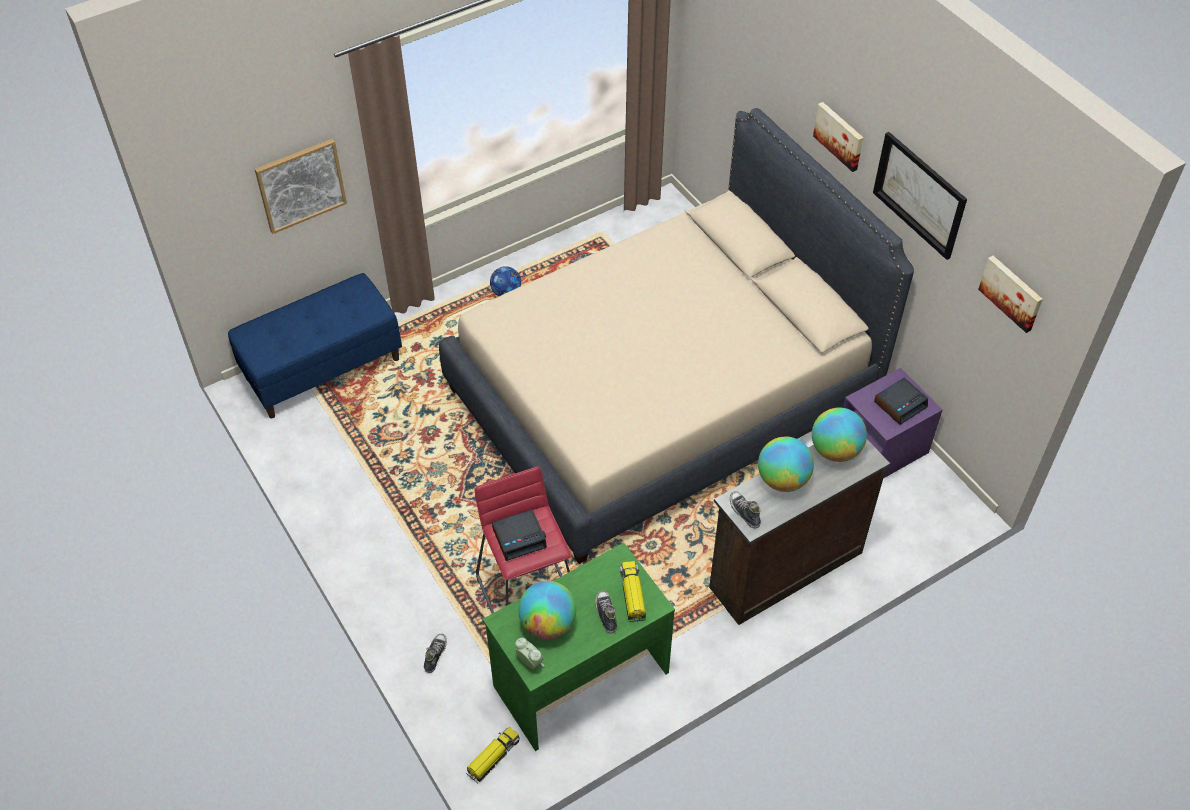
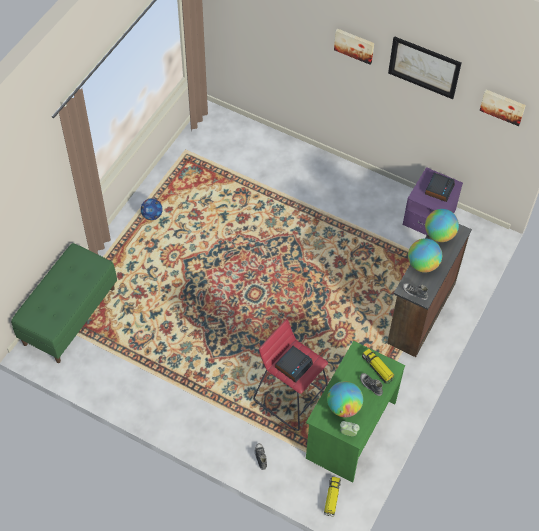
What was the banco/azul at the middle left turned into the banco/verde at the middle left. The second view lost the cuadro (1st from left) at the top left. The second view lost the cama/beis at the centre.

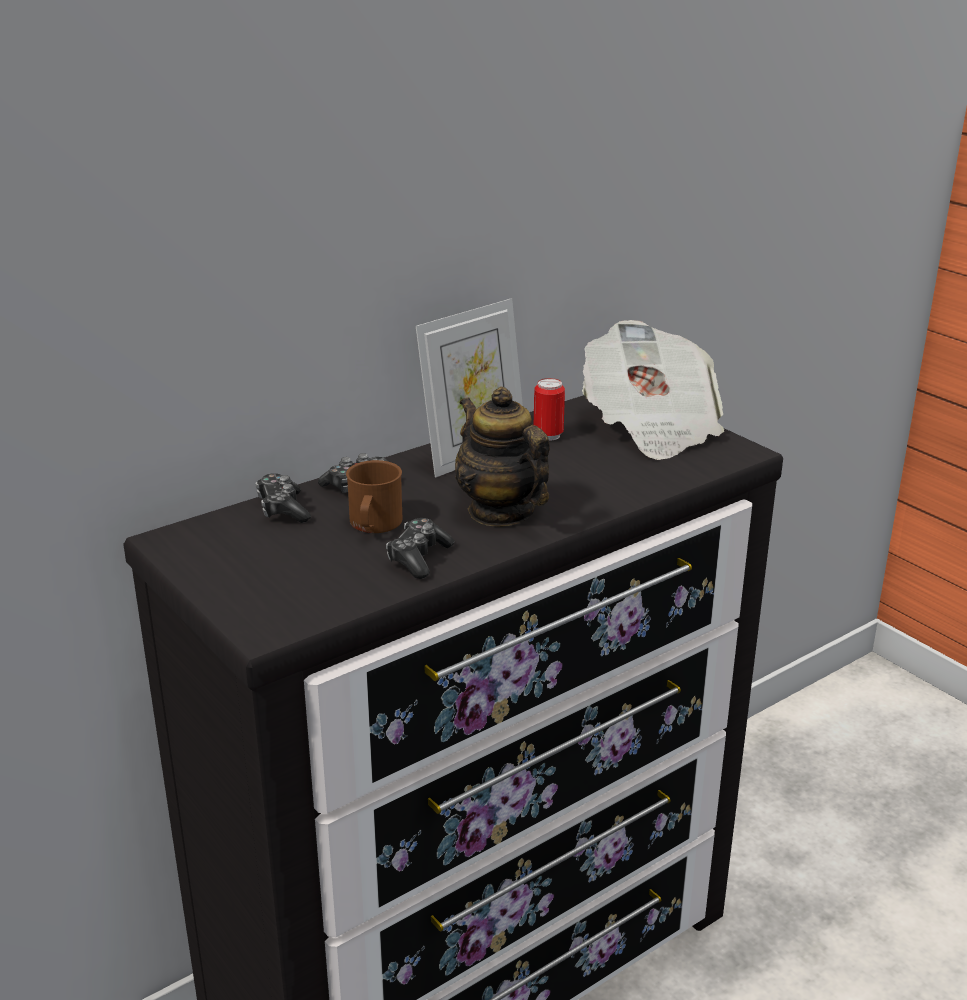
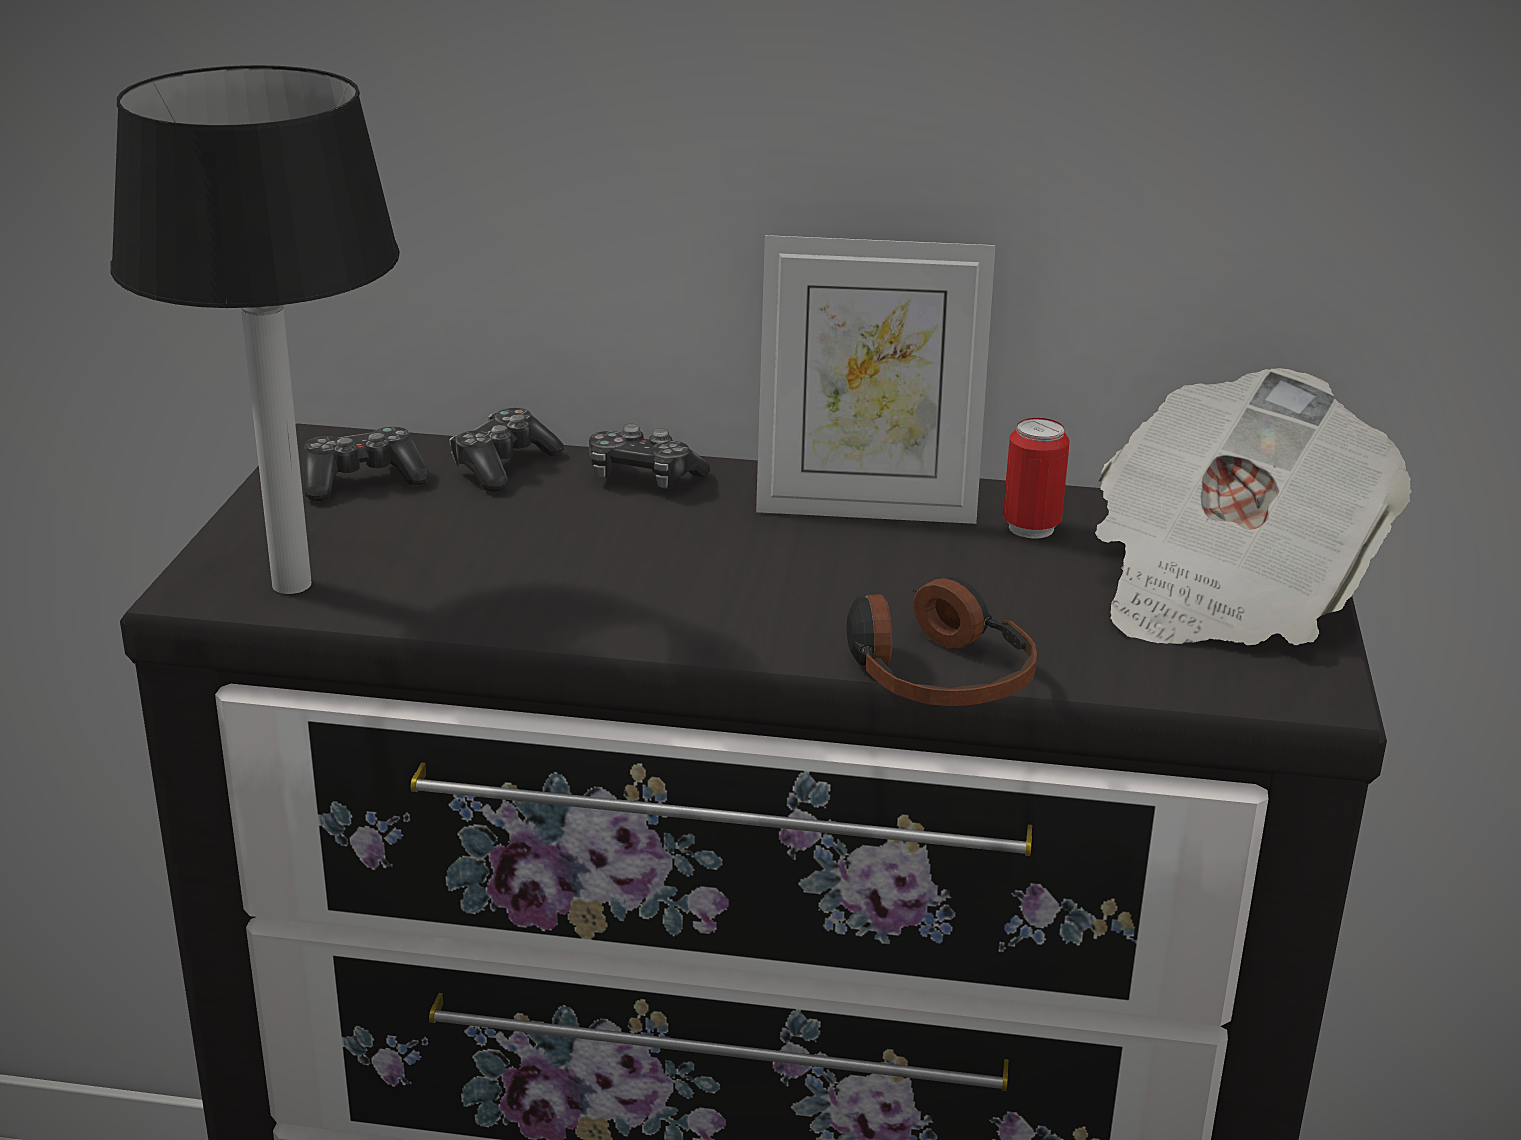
The second view gained the lámpara de mesa at the top left. The mando de consola (3rd from left in the first image) ended up elsewhere, having gone from the centre to the middle left. The second view gained the auriculares at the centre. The second view lost the taza grande/marrón at the centre. The second view lost the tetera at the centre.

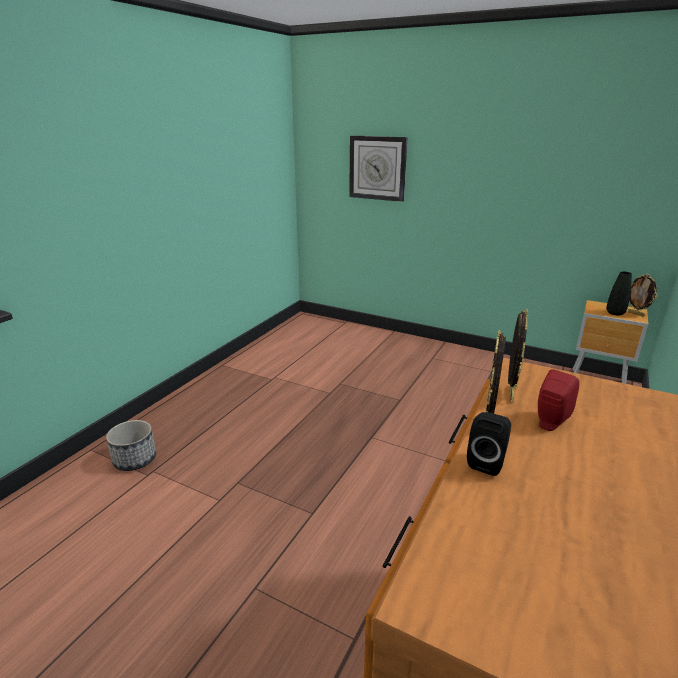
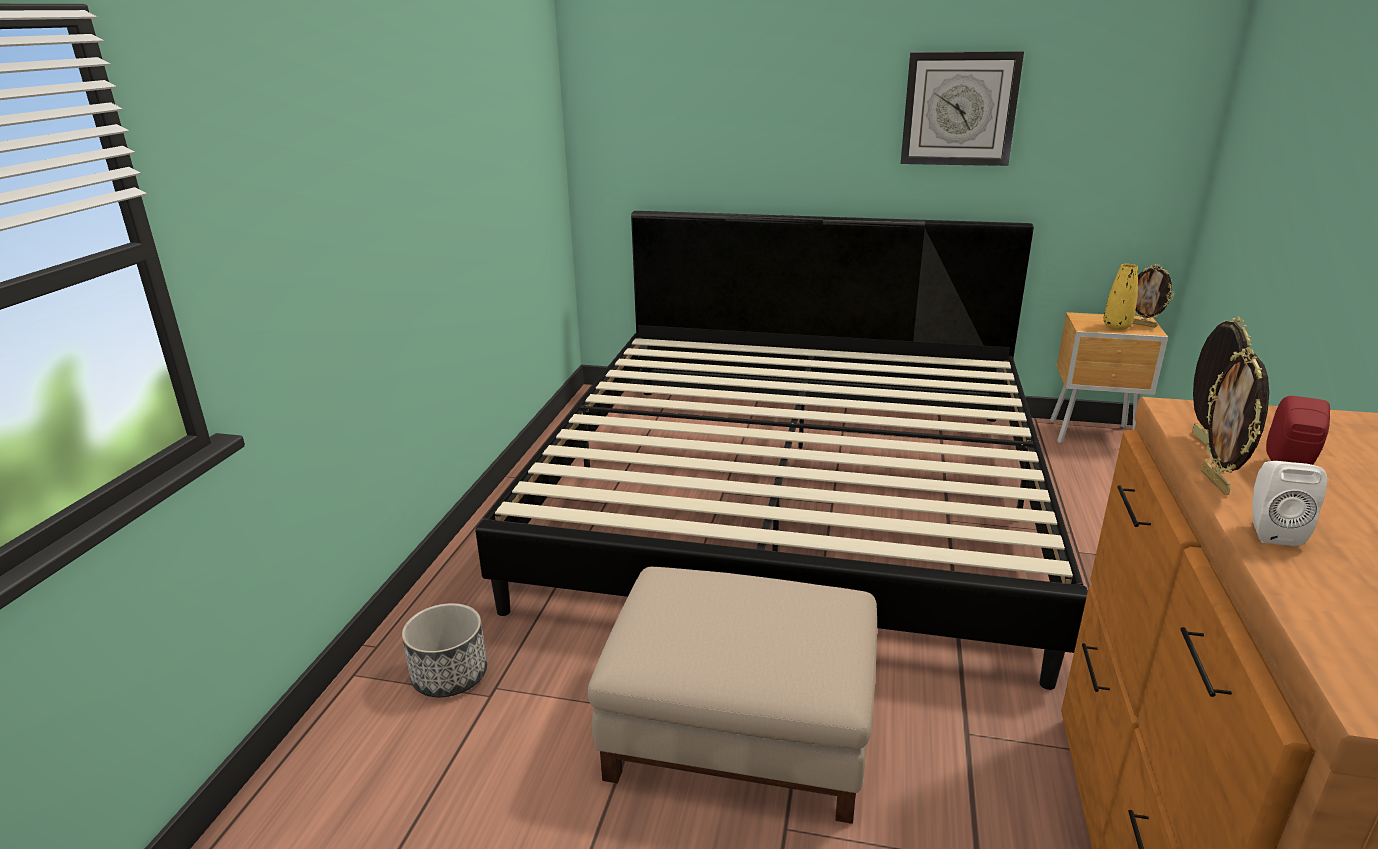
The second view gained the cama at the centre. The second view gained the puf/beis at the bottom centre. The reloj de pared ended up elsewhere, having gone from the top centre to the top right. What was the florero/negro at the middle right turned into the florero/amarillo at the middle right. What was the altavoz/negro at the middle right turned into the altavoz/blanco at the middle right.

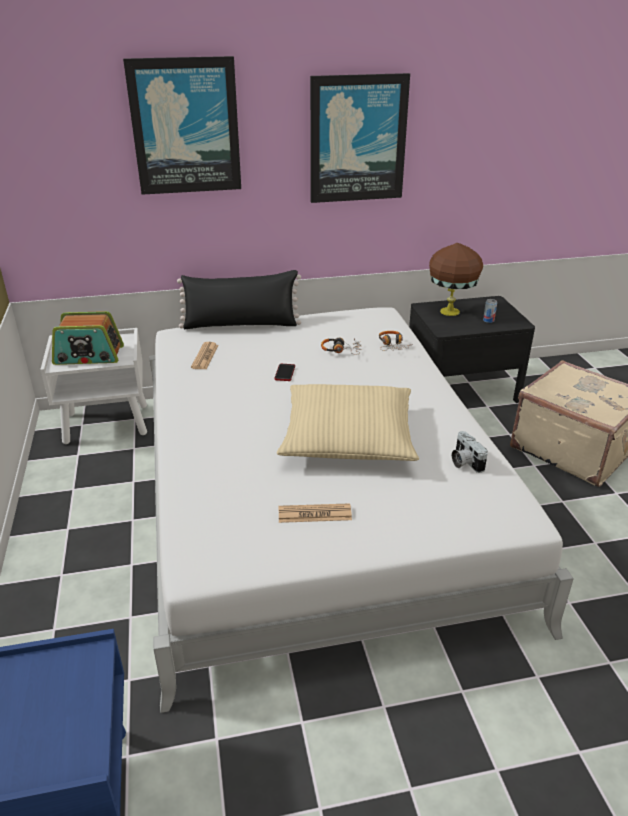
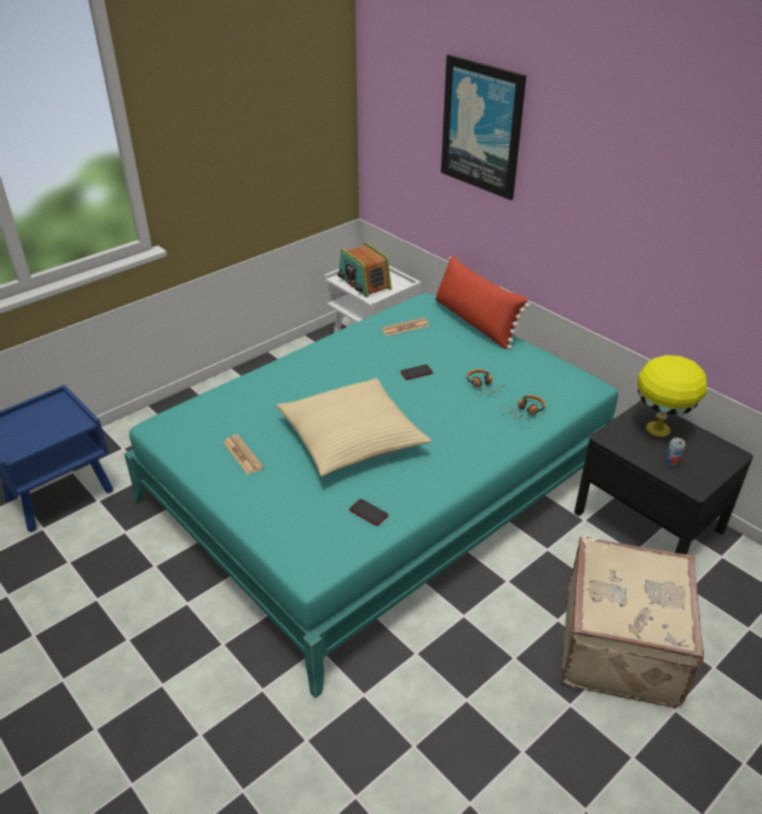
What was the cama/blanco at the centre turned into the cama/turquesa at the centre. Where the cámara stood at the middle right, the móvil (1st from left) came to stand at the centre. What was the cojín/negro at the centre turned into the cojín/rojo at the centre. What was the lámpara de mesa/marrón at the middle right turned into the lámpara de mesa/amarillo at the middle right. The second view lost the cuadro (2nd from left) at the top centre.

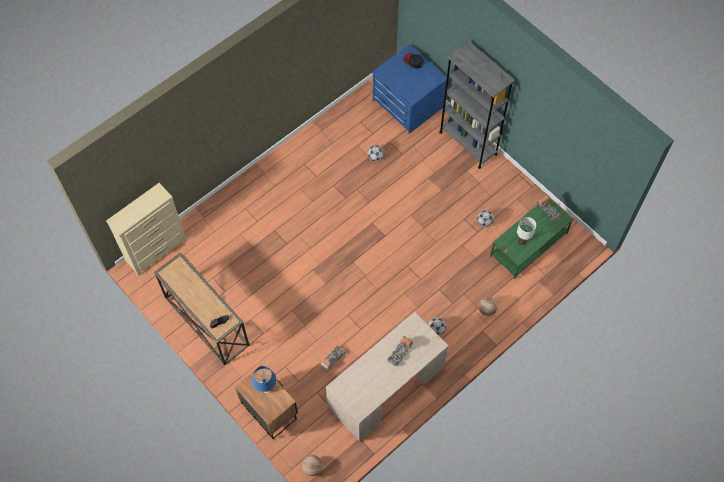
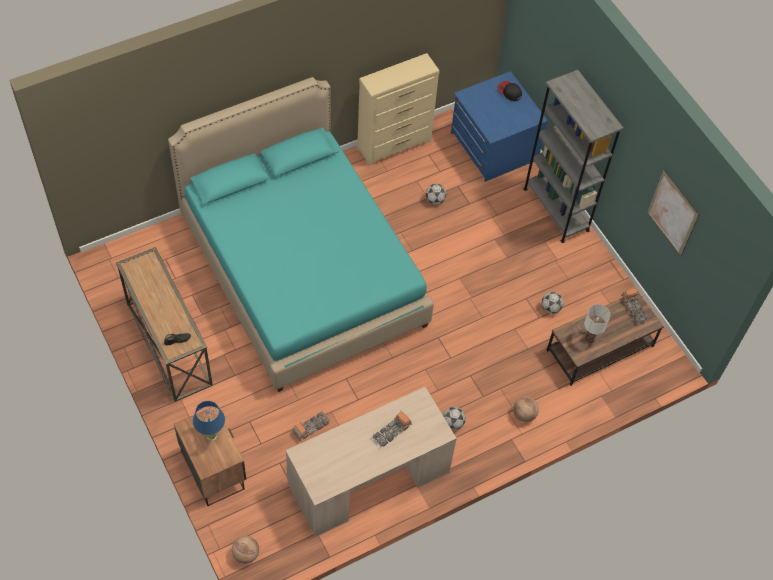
The second view gained the cama/turquesa at the centre. The cómoda/beis ended up elsewhere, having gone from the middle left to the top centre. What was the mesa de centro/verde at the middle right turned into the mesa de centro/marrón at the middle right. The second view gained the cuadro at the middle right.

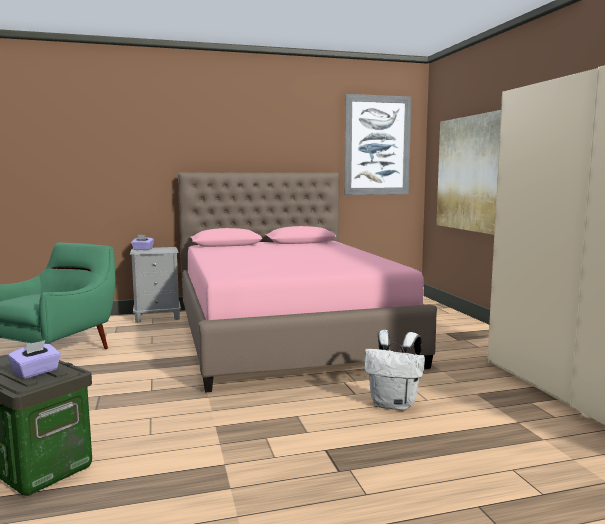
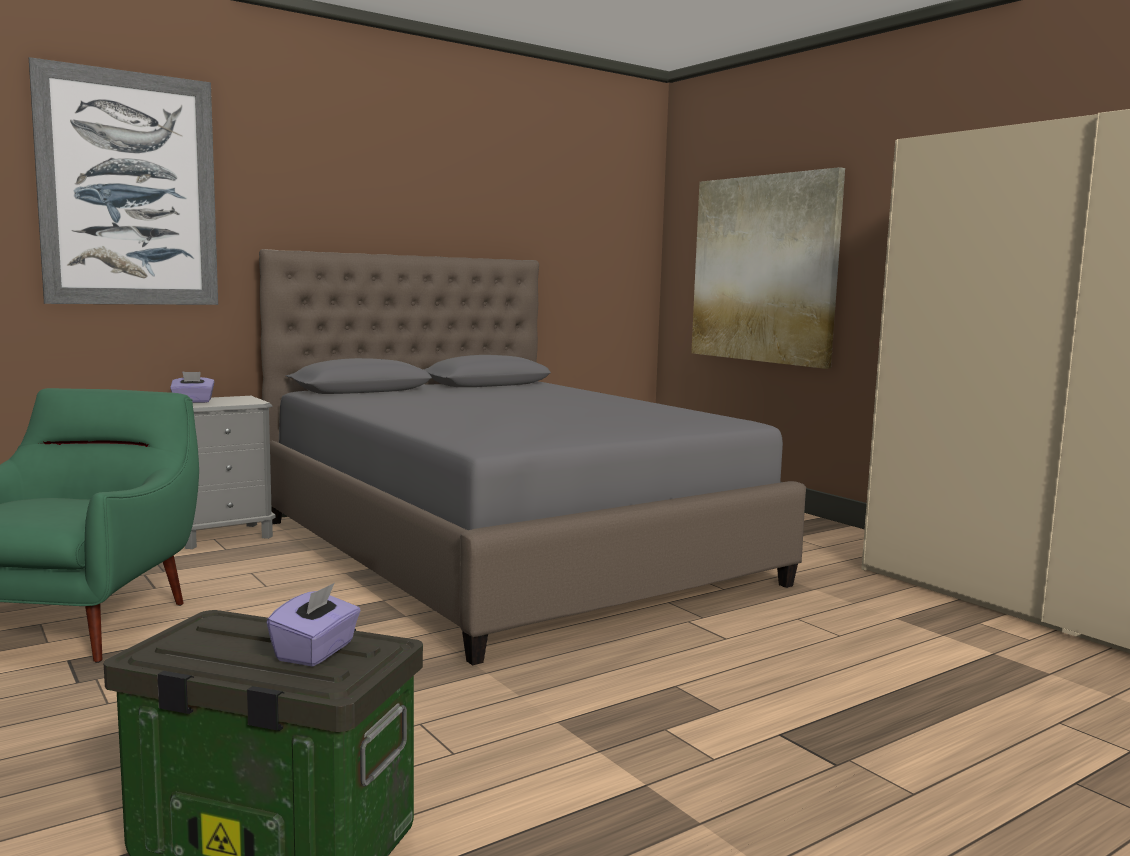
The cuadro (1st from left) ended up elsewhere, having gone from the top centre to the top left. What was the cama/rosa at the centre turned into the cama/gris at the centre. The second view lost the mochila/blanco at the bottom centre.

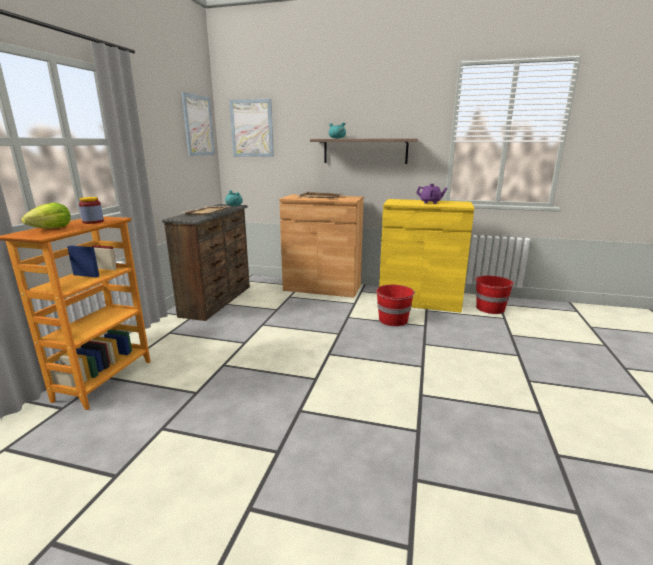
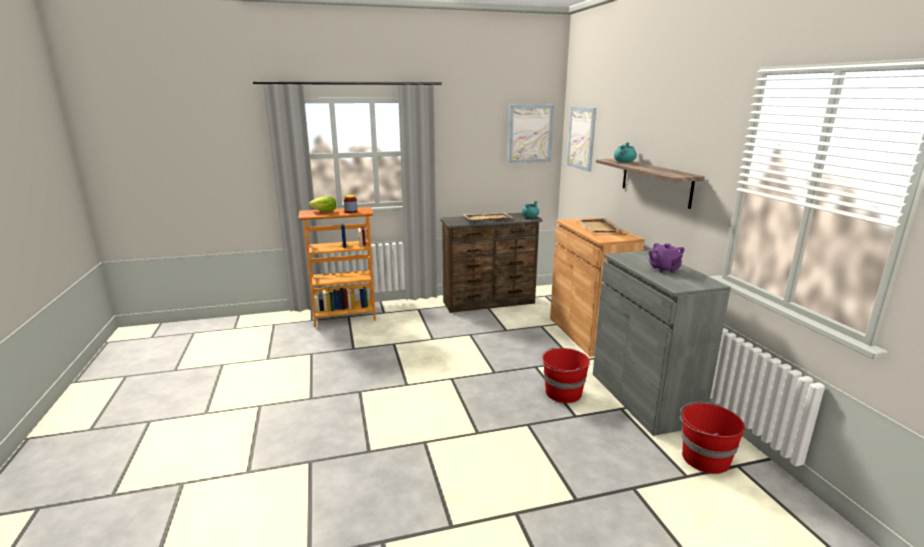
What was the armario/amarillo at the centre turned into the armario/gris at the middle right.

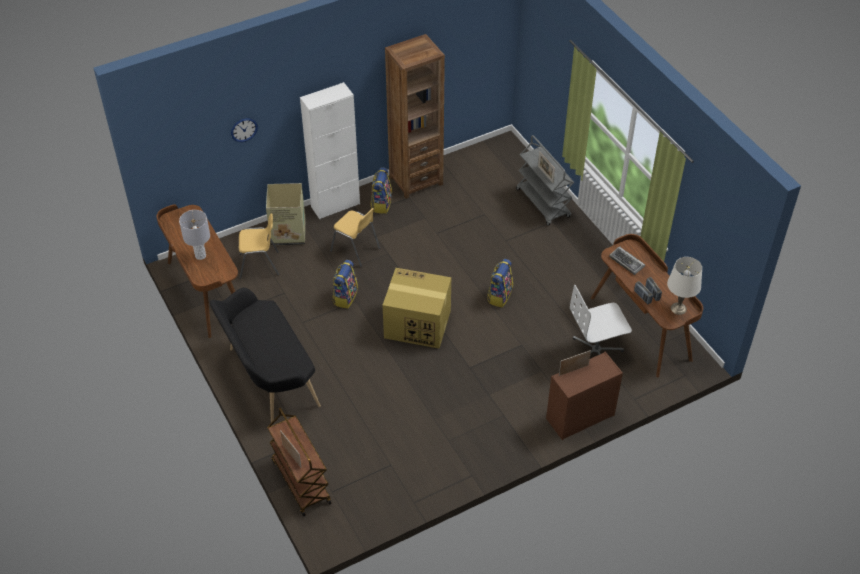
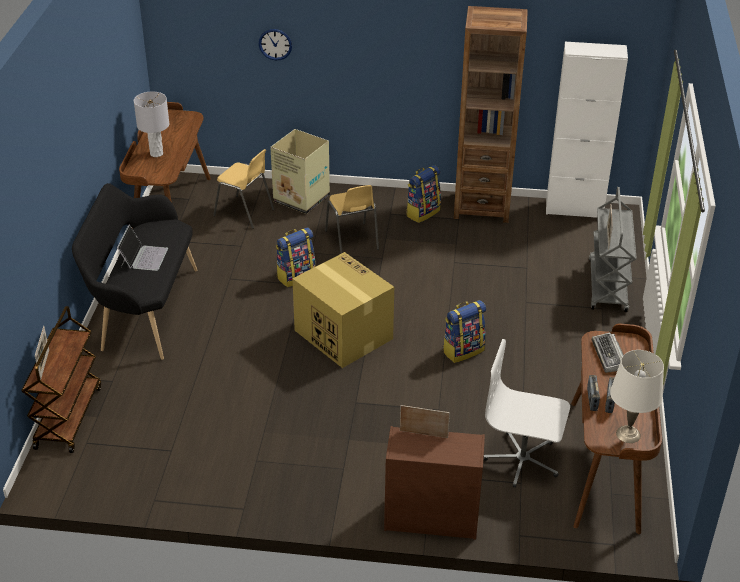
The second view gained the portátil at the middle left. The armario/blanco ended up elsewhere, having gone from the top centre to the top right.

